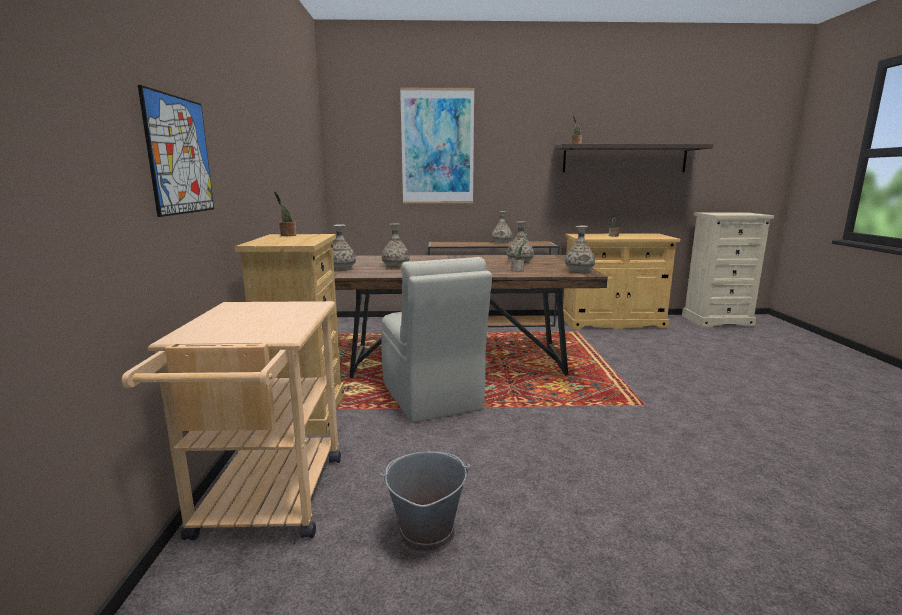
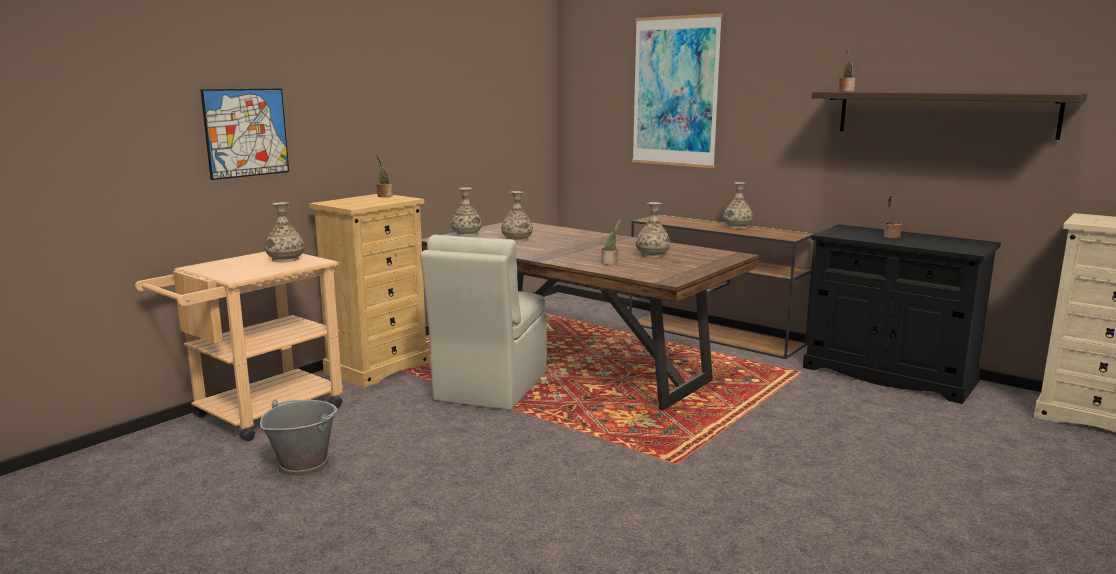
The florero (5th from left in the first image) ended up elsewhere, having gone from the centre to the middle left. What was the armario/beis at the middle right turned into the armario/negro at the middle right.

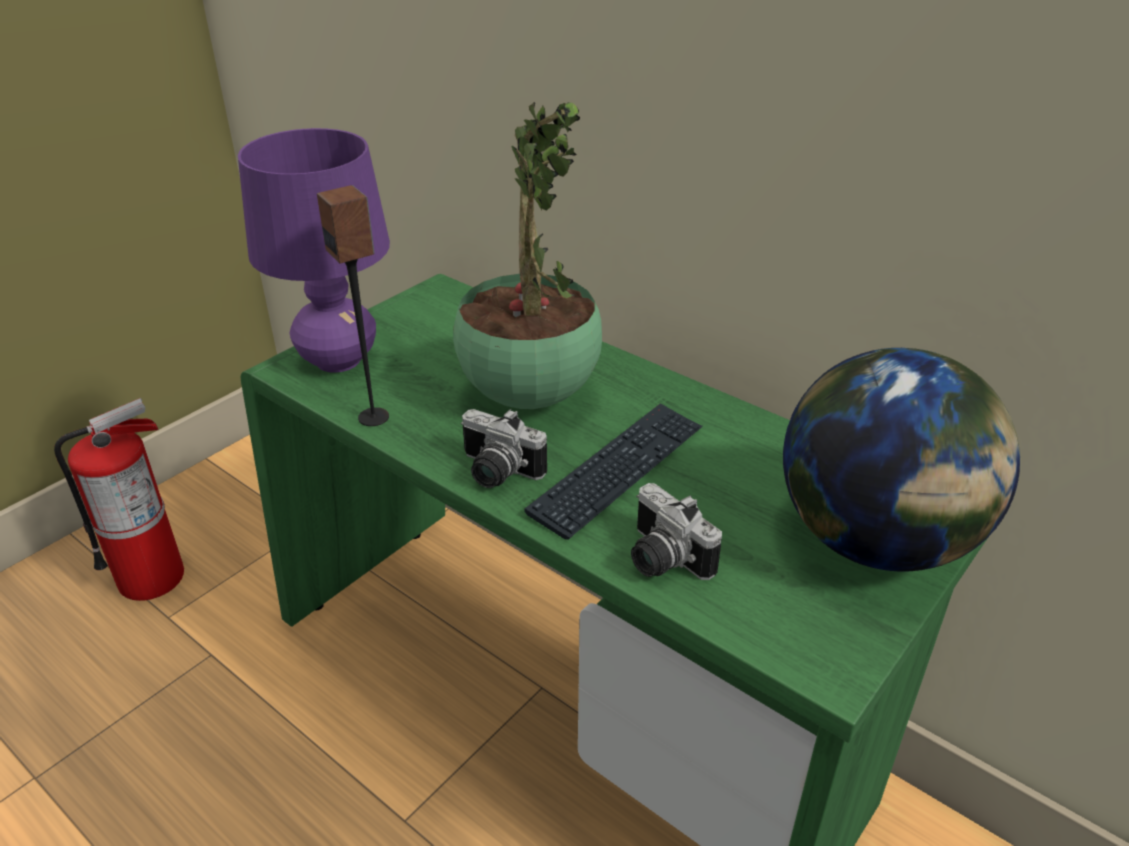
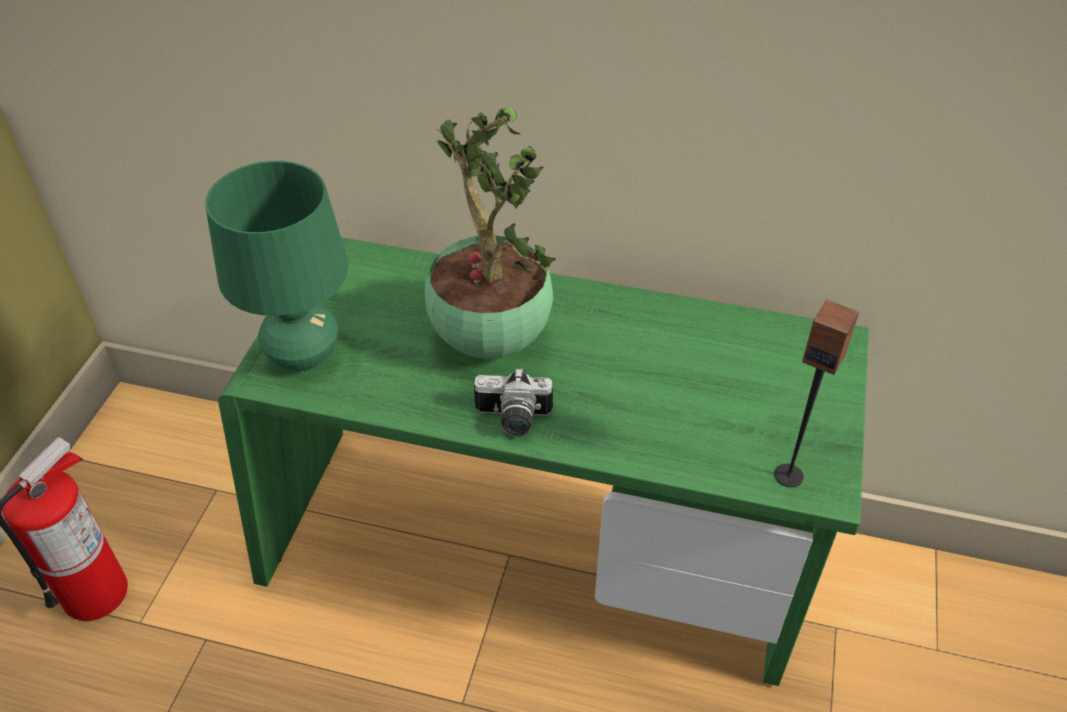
What was the lámpara de mesa/morado at the top left turned into the lámpara de mesa/verde at the middle left. The altavoz ended up elsewhere, having gone from the middle left to the middle right. The second view lost the teclado at the centre. The second view lost the cámara (2nd from left) at the centre. The second view lost the globo terráqueo at the middle right.

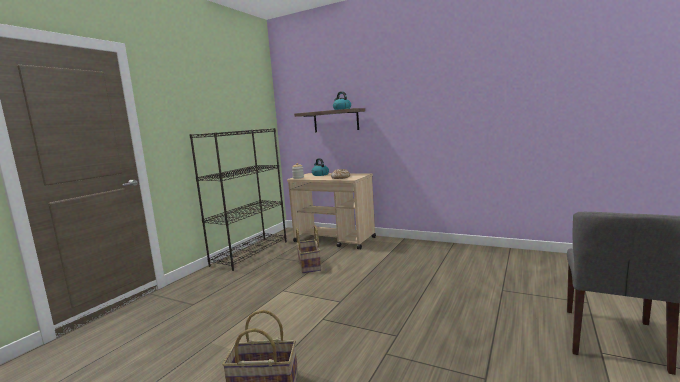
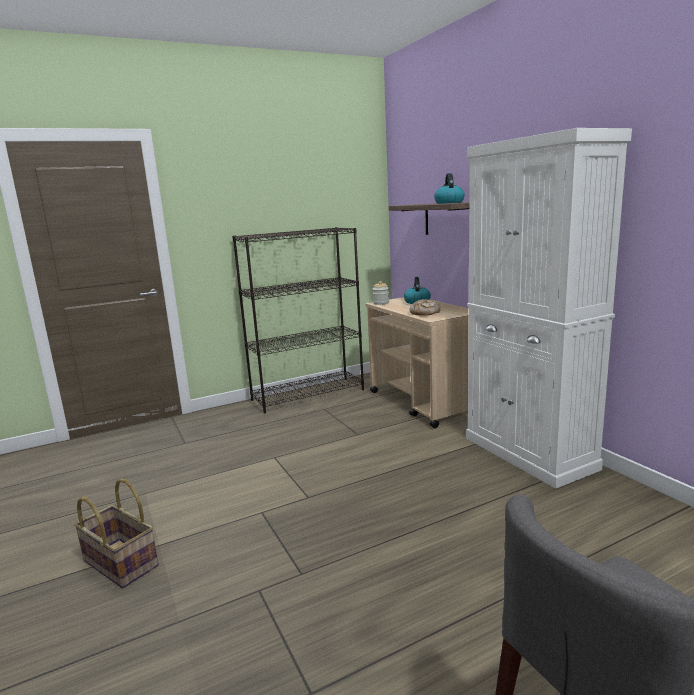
The second view gained the armario/blanco at the middle right. The second view lost the cesta (2nd from left) at the centre.

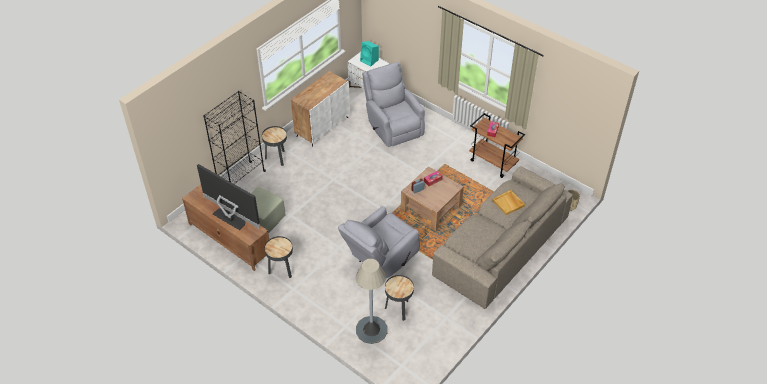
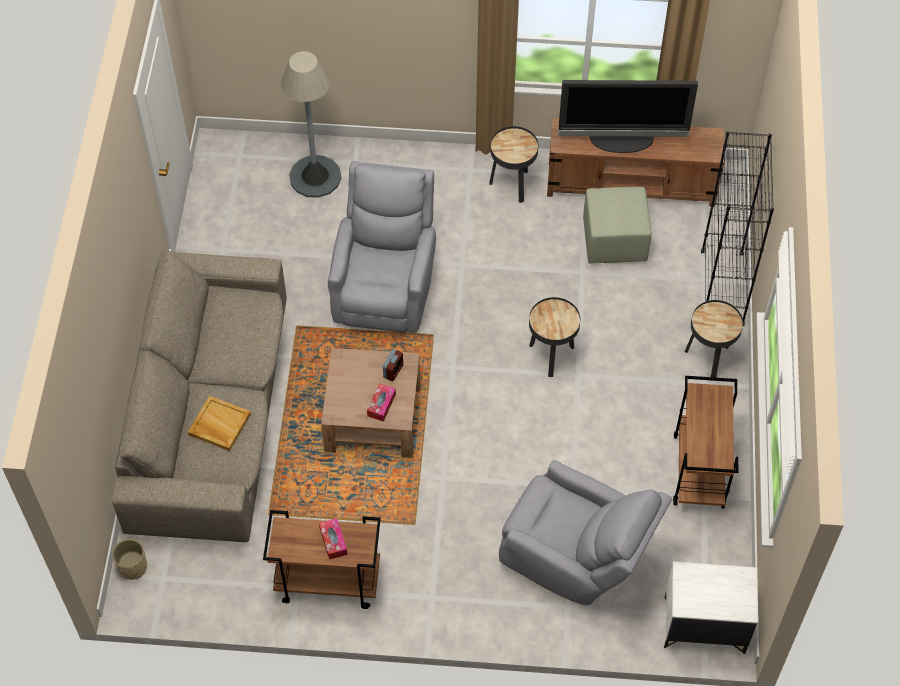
The mesa auxiliar/negro (3rd from left in the first image) ended up elsewhere, having gone from the bottom centre to the centre. Where the armario/blanco stood at the top centre, the carrito/marrón (2nd from left) came to stand at the middle right. The second view lost the altavoz/turquesa at the top centre.

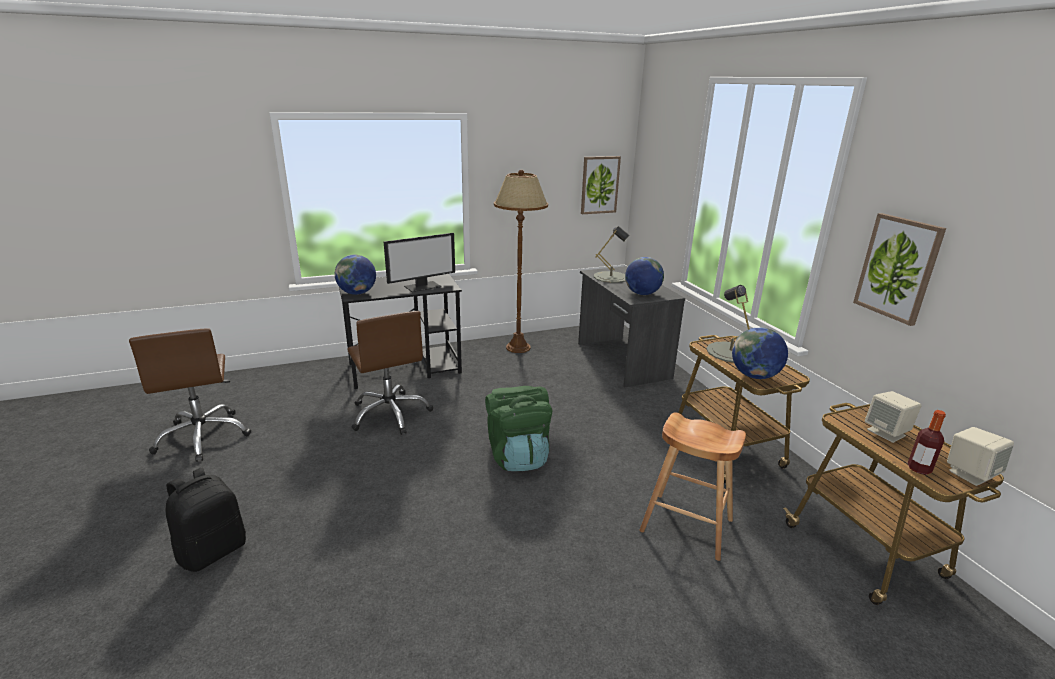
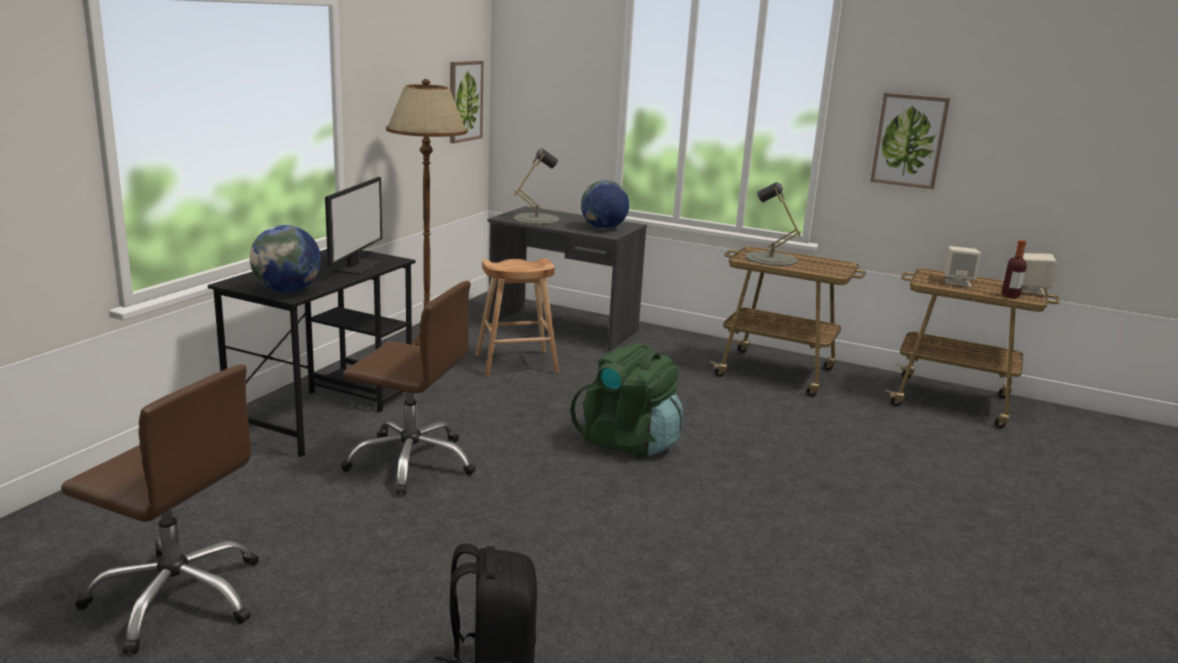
The taburete/marrón ended up elsewhere, having gone from the bottom centre to the centre. The second view lost the globo terráqueo (3rd from left) at the middle right.

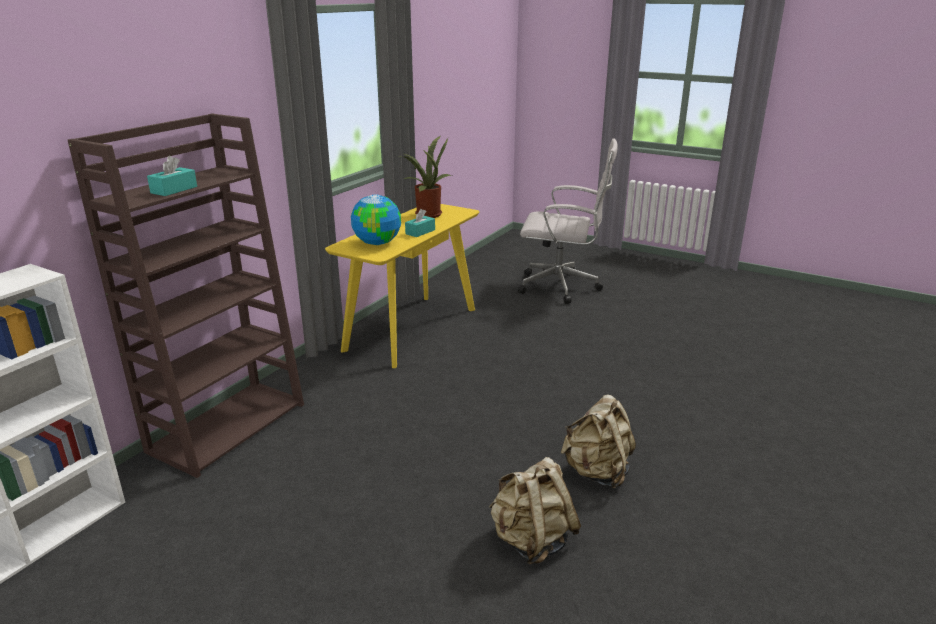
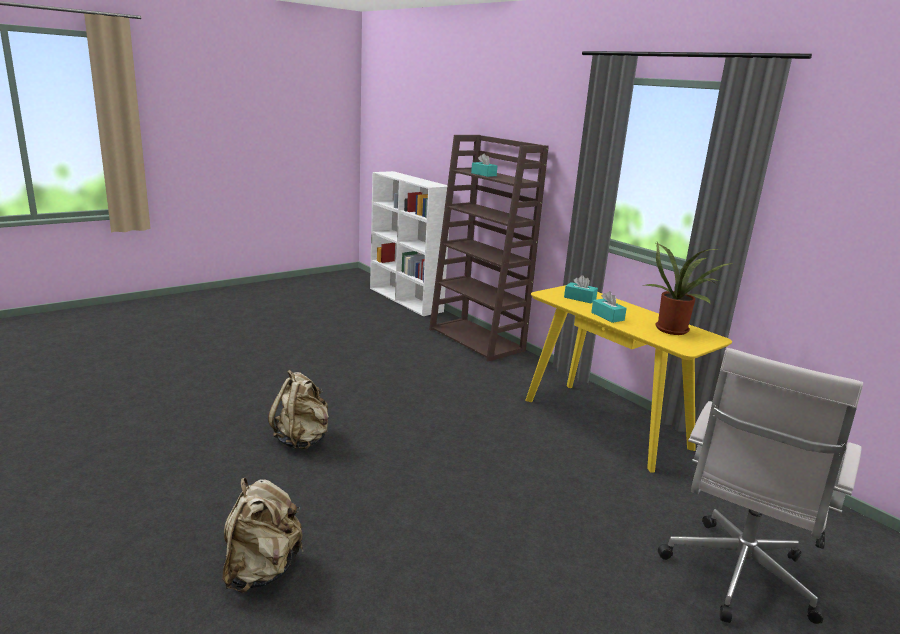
The mochila/beis (1st from left) ended up elsewhere, having gone from the bottom centre to the bottom left. Where the globo terráqueo stood at the centre, the caja de pañuelos/turquesa (2nd from left) came to stand at the centre.

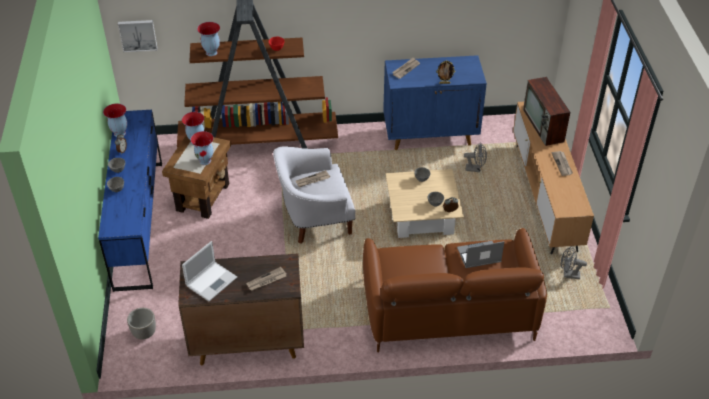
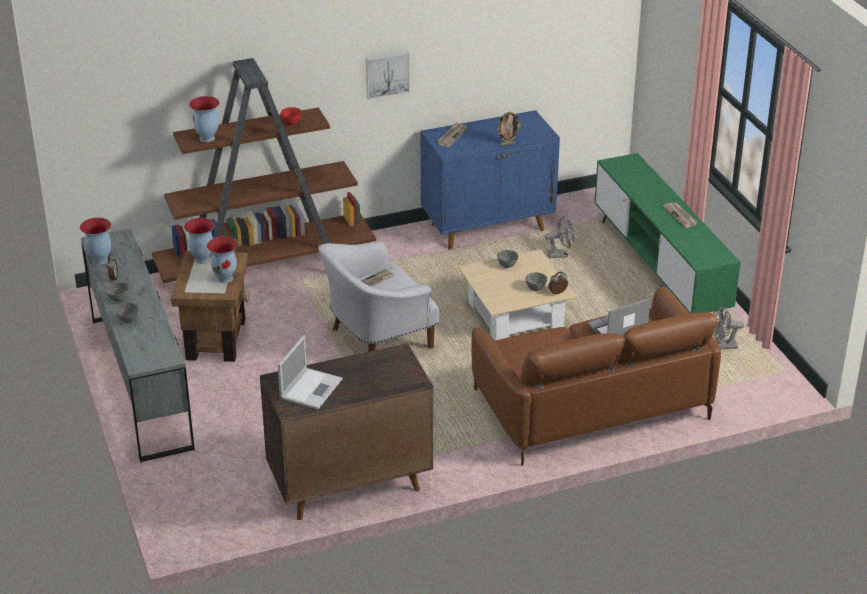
What was the cómoda/azul at the middle left turned into the cómoda/gris at the middle left. The cuadro ended up elsewhere, having gone from the top left to the top centre. What was the mueble de televisión/marrón at the middle right turned into the mueble de televisión/verde at the middle right. The second view lost the maceta at the bottom left. The second view lost the periódico (1st from left) at the bottom centre. The second view lost the televisor at the top right.

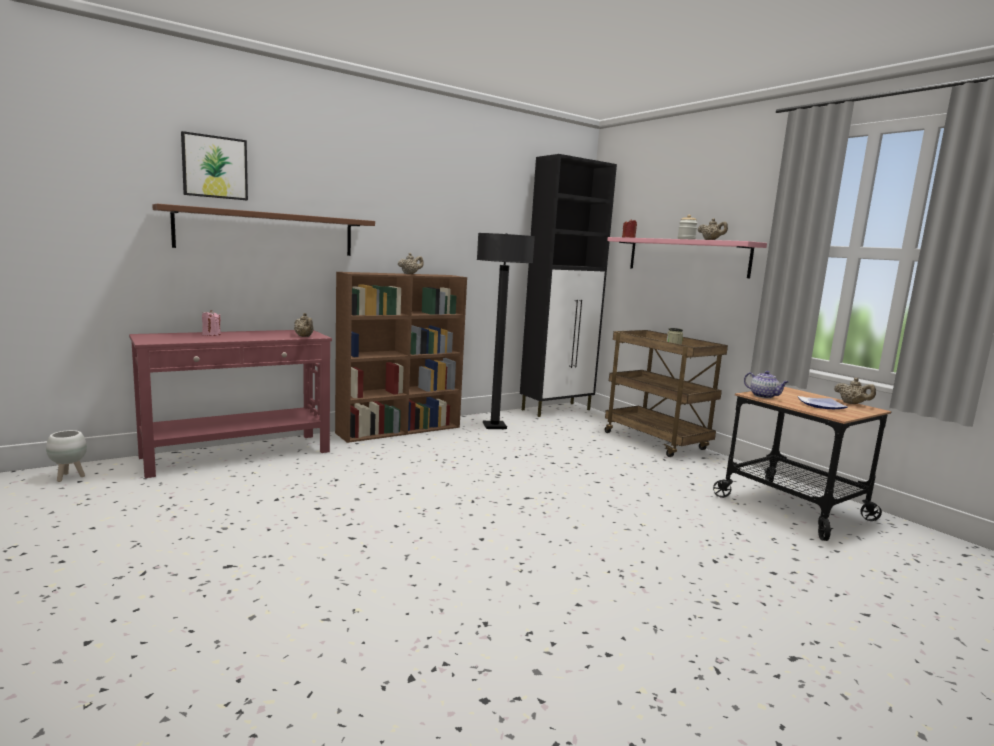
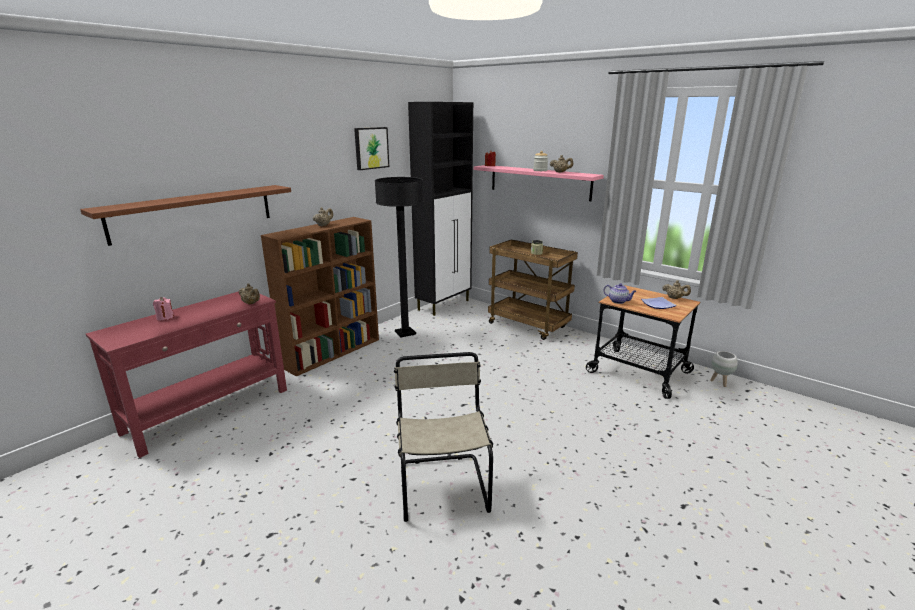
The cuadro ended up elsewhere, having gone from the top left to the top centre. The second view gained the silla/beis at the bottom centre. The maceta/blanco ended up elsewhere, having gone from the middle left to the middle right.

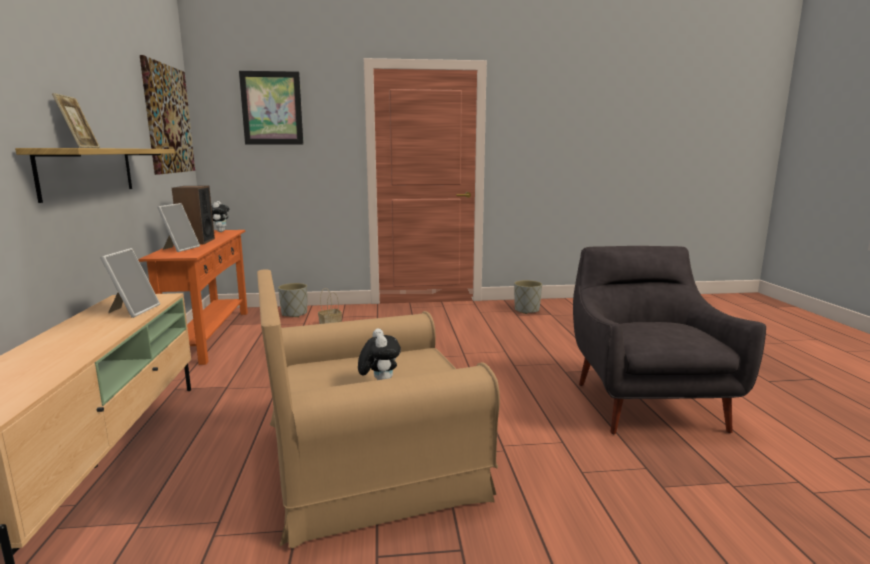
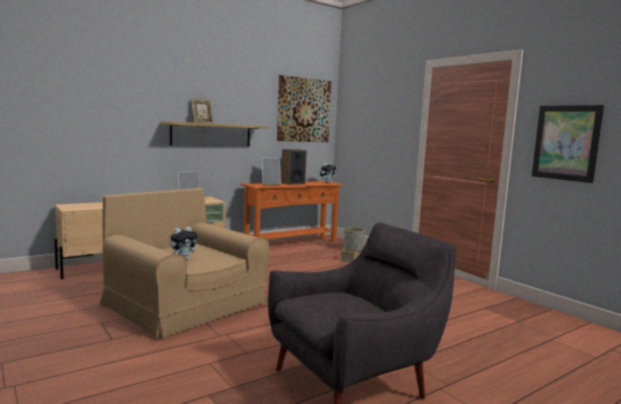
The cuadro (2nd from left) ended up elsewhere, having gone from the top left to the middle right. The second view lost the maceta/gris (2nd from left) at the centre.

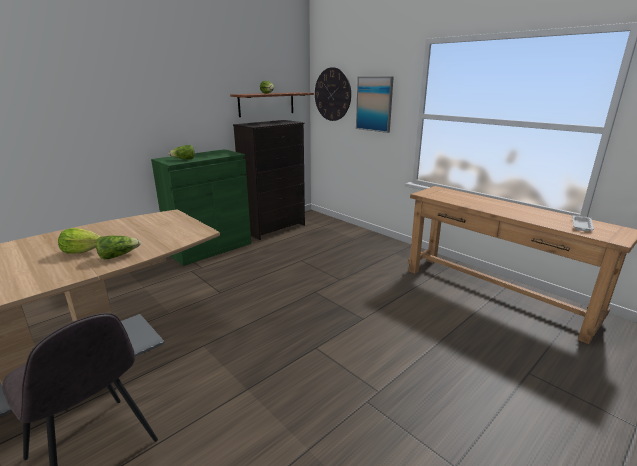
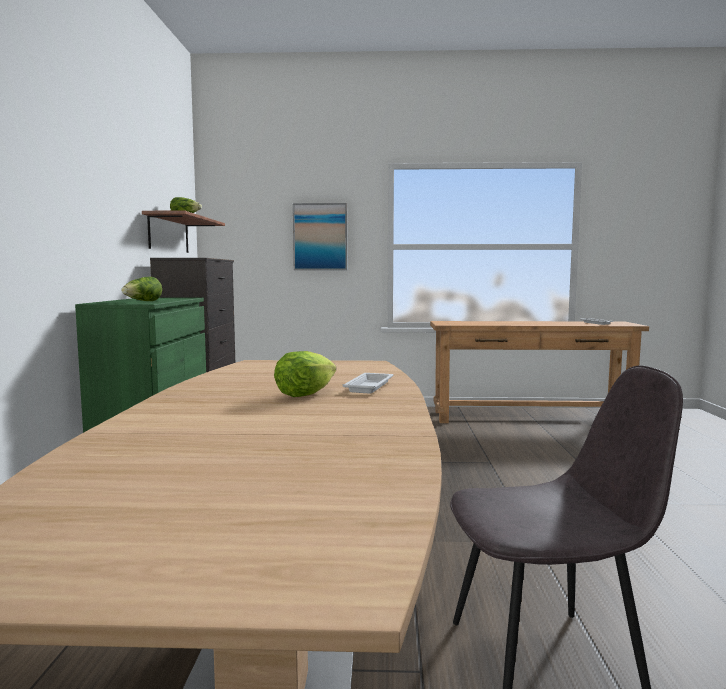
Where the lechuga (2nd from left) stood at the middle left, the bandeja/blanco (1st from left) came to stand at the centre. The second view lost the reloj de pared at the top centre.

